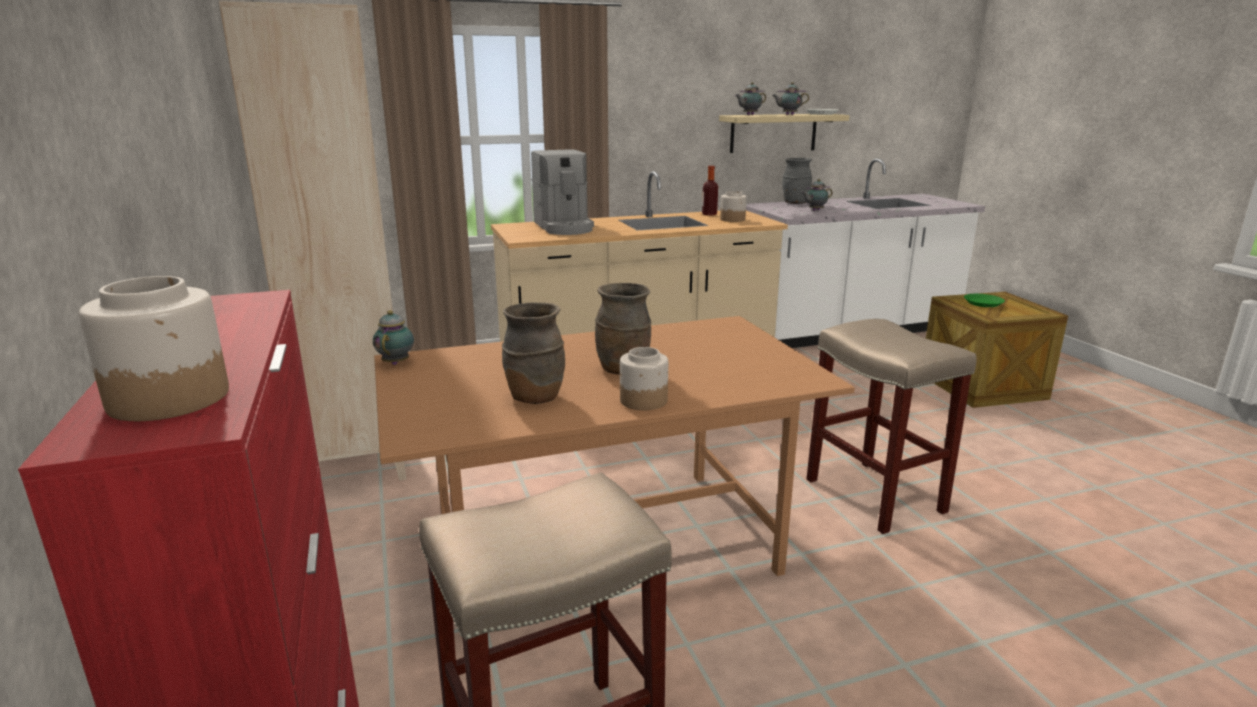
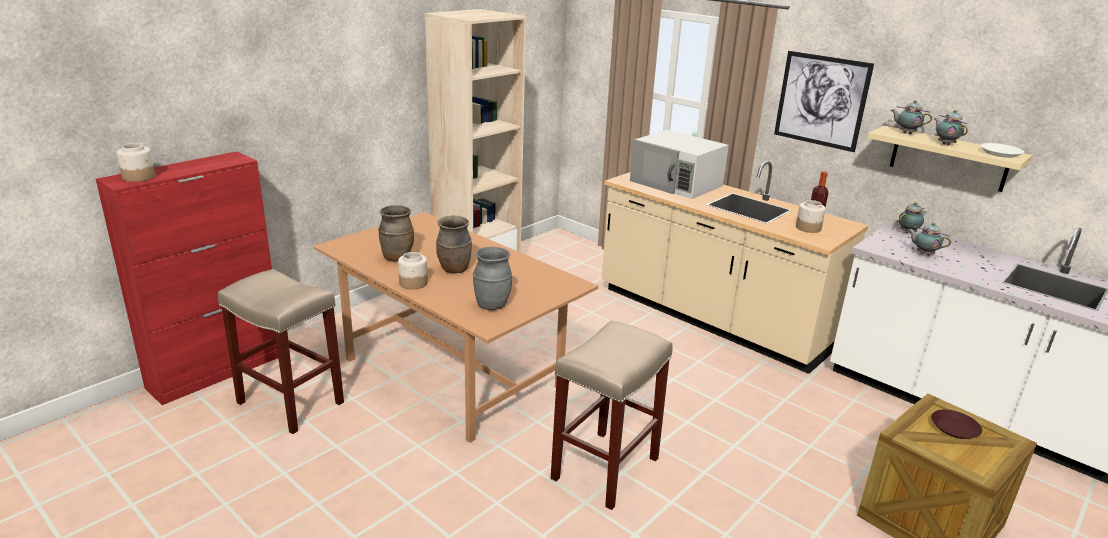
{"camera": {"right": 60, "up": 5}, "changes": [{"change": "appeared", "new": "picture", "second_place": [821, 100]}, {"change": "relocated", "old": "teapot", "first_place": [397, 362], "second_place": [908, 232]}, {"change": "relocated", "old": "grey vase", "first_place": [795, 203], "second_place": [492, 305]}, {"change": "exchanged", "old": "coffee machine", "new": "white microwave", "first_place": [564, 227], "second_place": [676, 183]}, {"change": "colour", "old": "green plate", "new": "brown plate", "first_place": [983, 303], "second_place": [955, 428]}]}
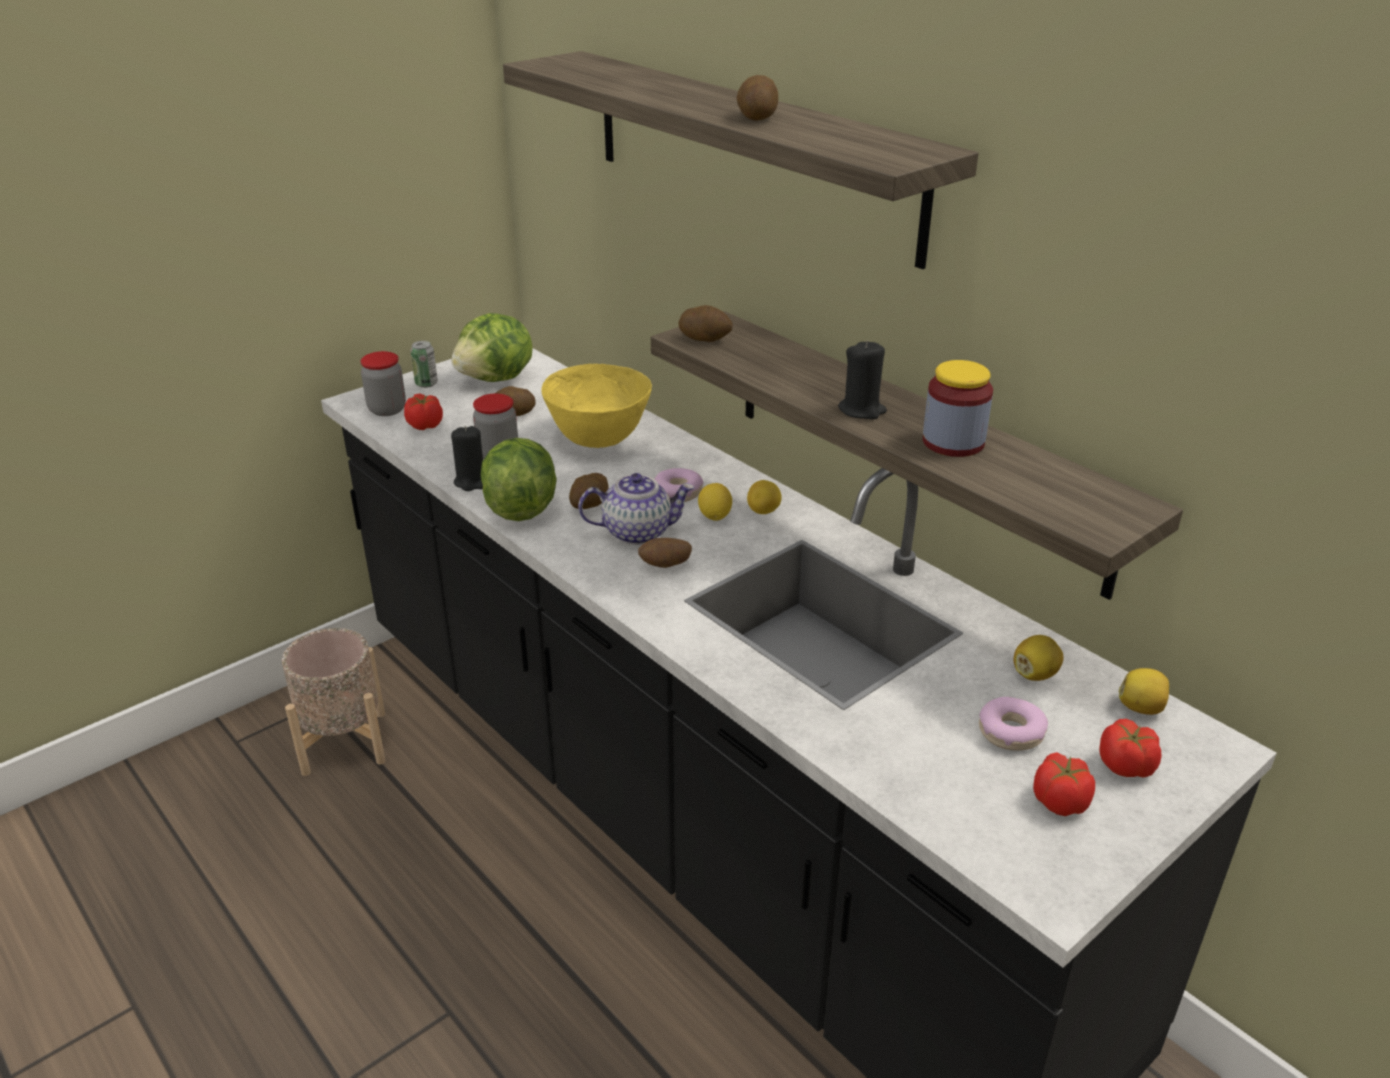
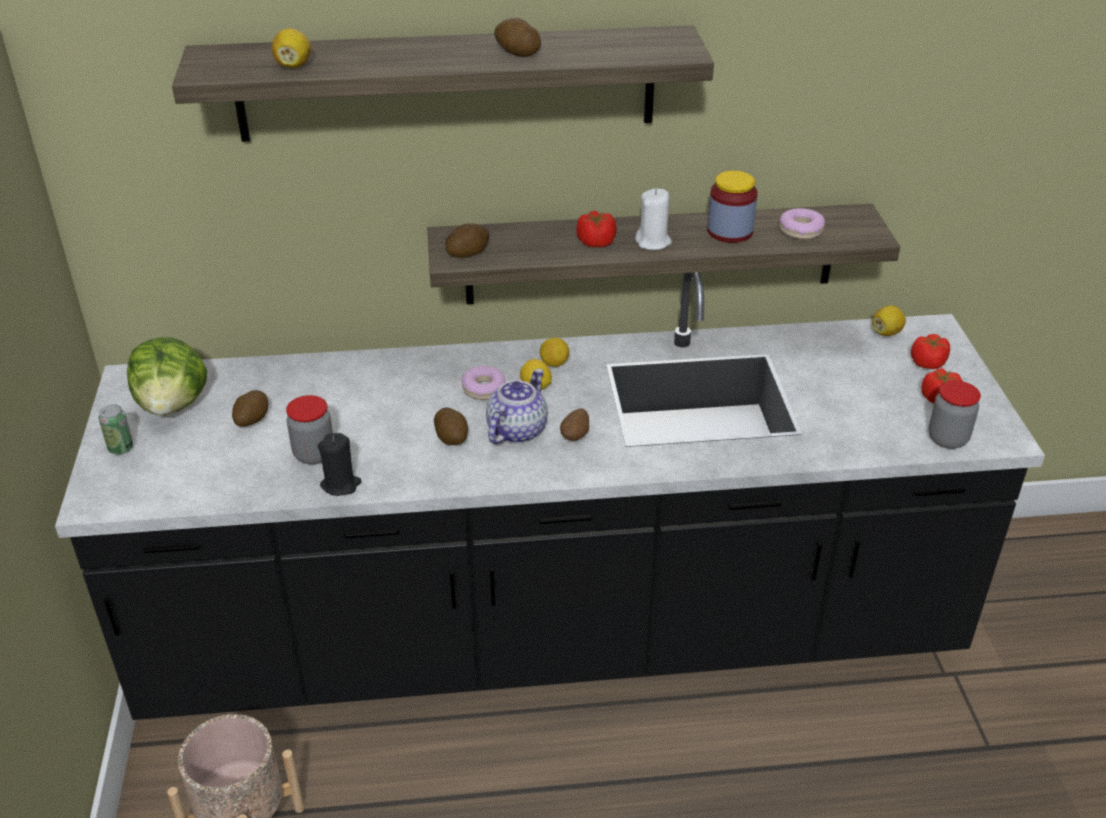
{"camera": {"right": -55, "up": 5}, "changes": [{"change": "missing", "old": "lettuce", "first_place": [521, 505]}, {"change": "missing", "old": "yellow bowl", "first_place": [598, 440]}, {"change": "relocated", "old": "jar", "first_place": [387, 409], "second_place": [947, 439]}, {"change": "relocated", "old": "tomato", "first_place": [425, 425], "second_place": [595, 242]}, {"change": "relocated", "old": "donut", "first_place": [1011, 732], "second_place": [801, 230]}, {"change": "relocated", "old": "lemon", "first_place": [1035, 674], "second_place": [293, 66]}, {"change": "colour", "old": "black candle", "new": "white candle", "first_place": [862, 410], "second_place": [653, 242]}]}
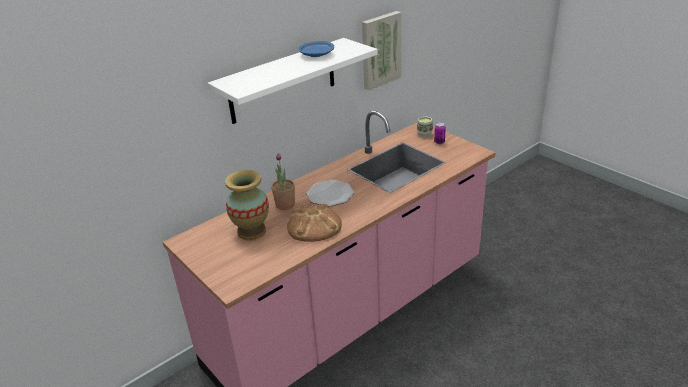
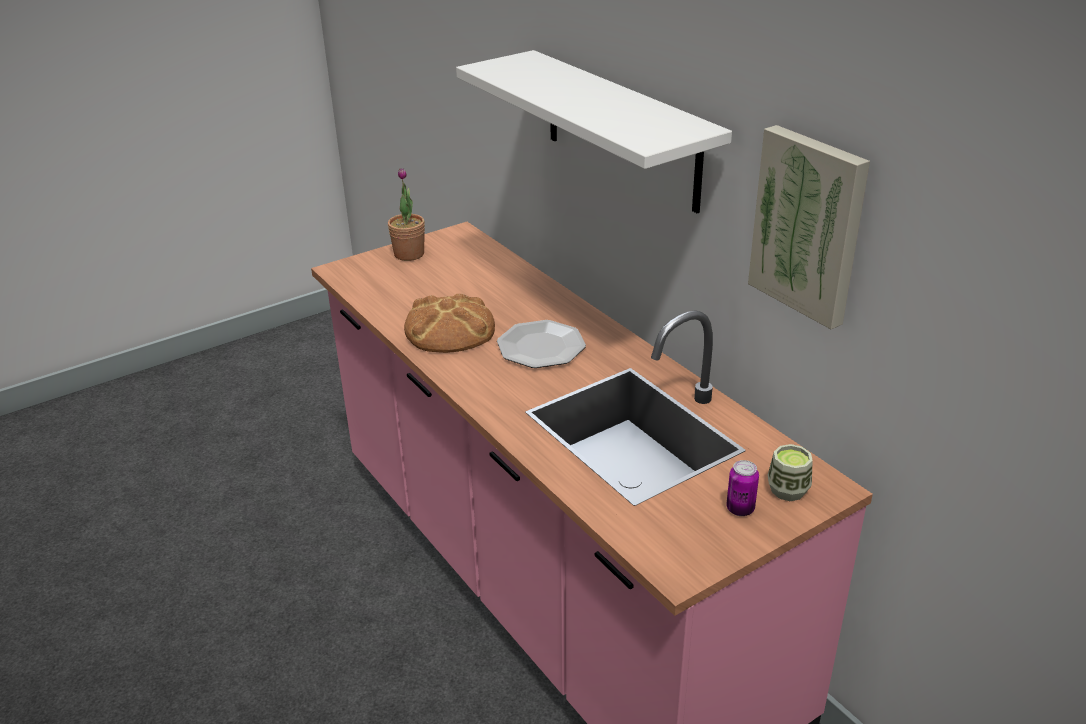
{"camera": {"right": 95, "up": 0}, "changes": [{"change": "missing", "old": "vase", "first_place": [252, 231]}, {"change": "missing", "old": "blue plate", "first_place": [317, 54]}, {"change": "relocated", "old": "potted plant", "first_place": [285, 204], "second_place": [409, 254]}]}
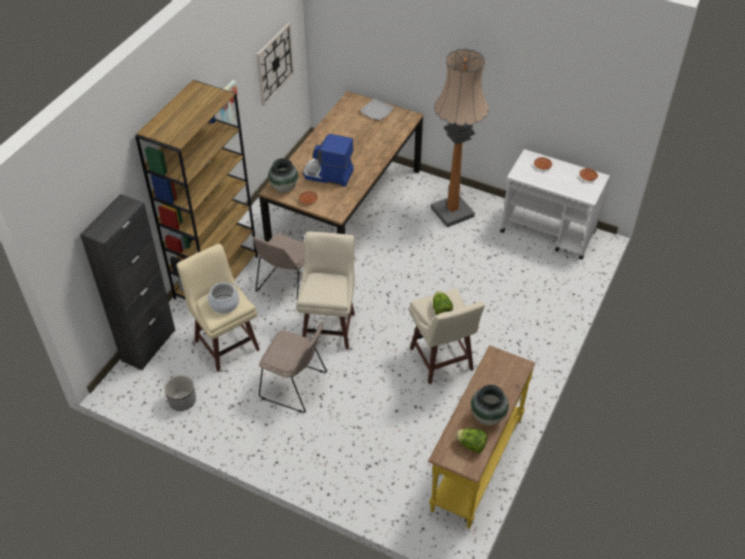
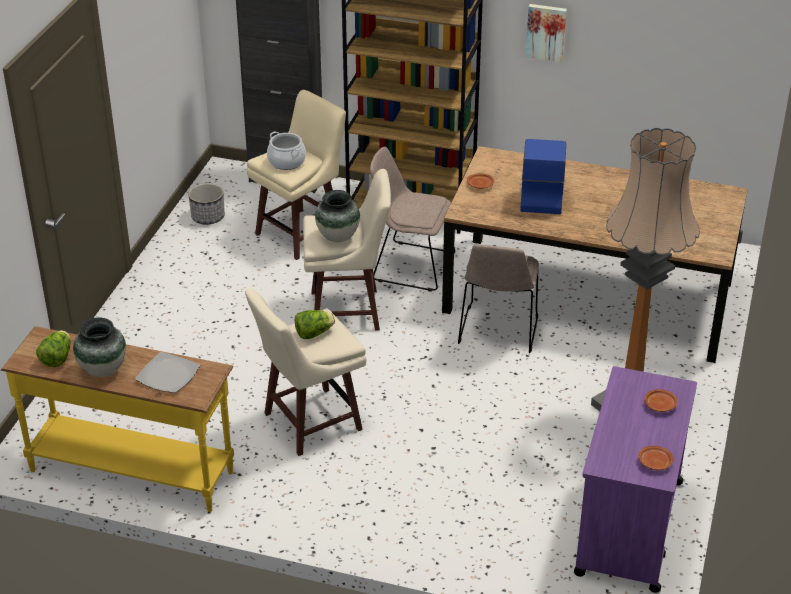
{"camera": {"right": 80, "up": -10}, "changes": [{"change": "missing", "old": "wall clock", "first_place": [274, 64]}, {"change": "relocated", "old": "beige chair", "first_place": [295, 386], "second_place": [498, 331]}, {"change": "relocated", "old": "vase", "first_place": [284, 188], "second_place": [337, 237]}, {"change": "relocated", "old": "plate", "first_place": [376, 111], "second_place": [168, 375]}, {"change": "colour", "old": "white cart", "new": "purple cart", "first_place": [548, 232], "second_place": [628, 528]}]}
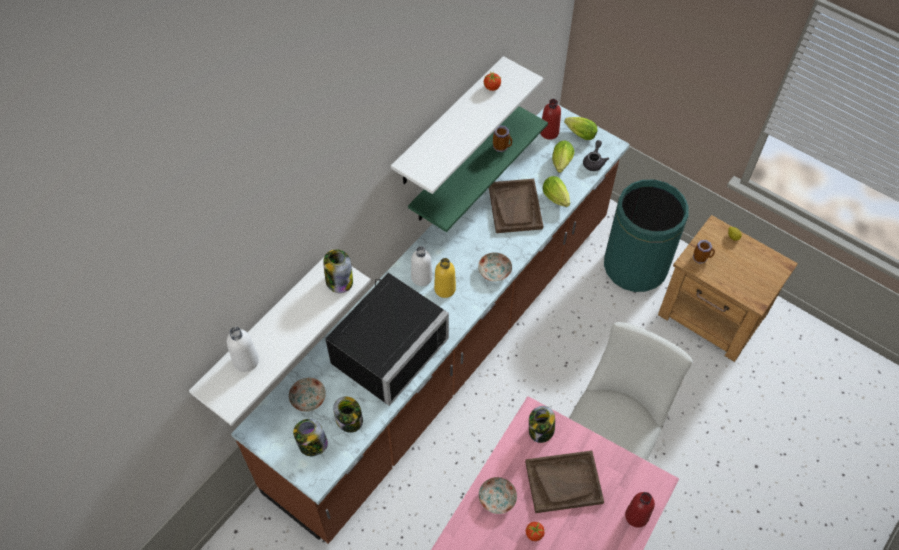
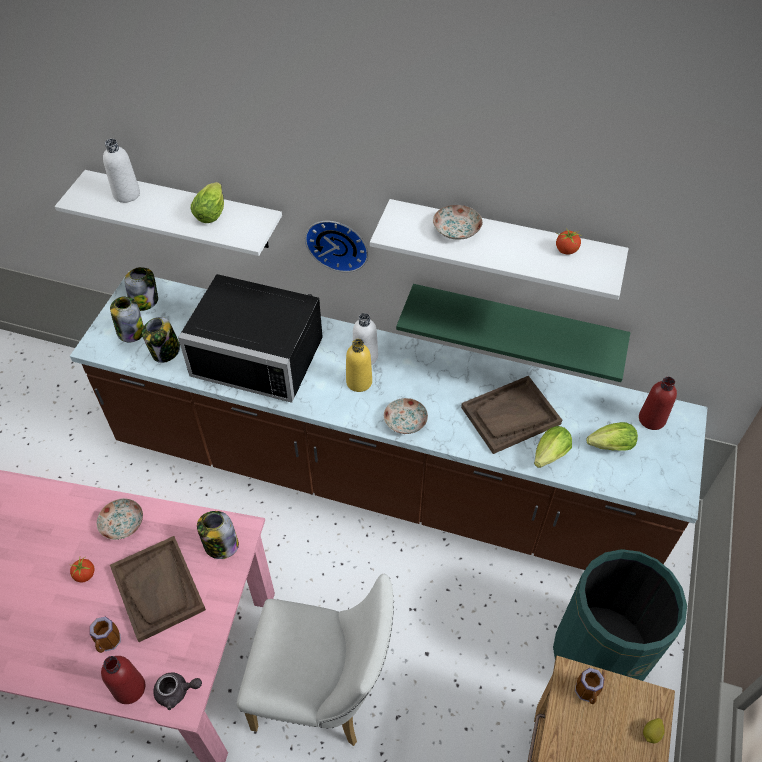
{"camera": {"right": 70, "up": -5}, "changes": [{"change": "appeared", "new": "wall clock", "second_place": [338, 243]}, {"change": "relocated", "old": "plate", "first_place": [308, 398], "second_place": [456, 230]}, {"change": "relocated", "old": "jar", "first_place": [339, 281], "second_place": [144, 301]}, {"change": "relocated", "old": "mug", "first_place": [502, 146], "second_place": [110, 643]}, {"change": "relocated", "old": "lettuce", "first_place": [578, 134], "second_place": [212, 212]}, {"change": "relocated", "old": "grey teapot", "first_place": [594, 162], "second_place": [177, 692]}]}
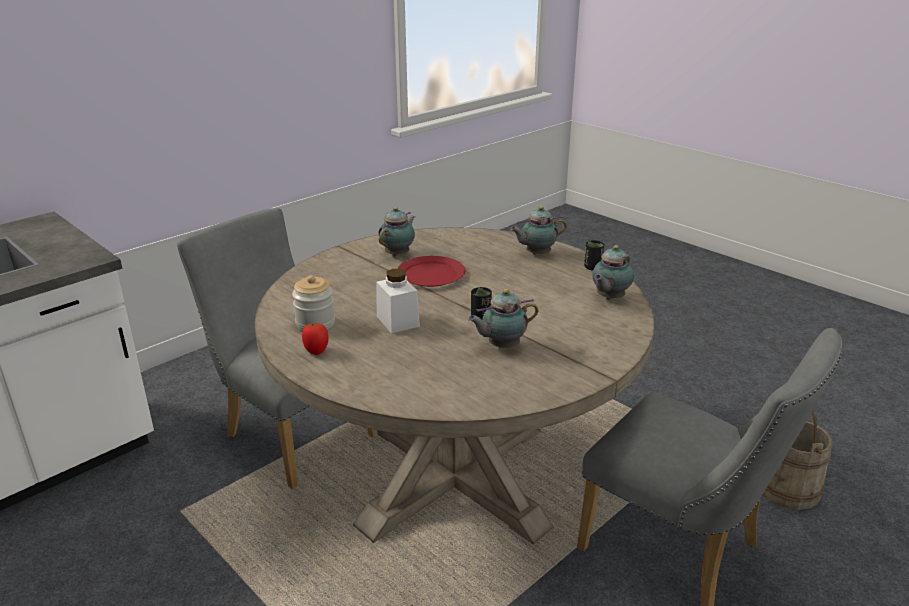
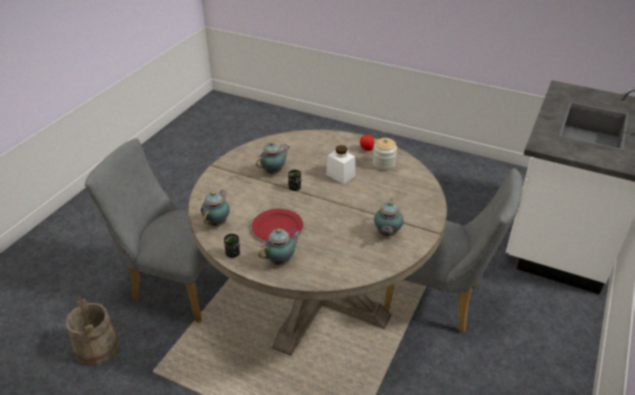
{"camera": {"right": 160, "up": 10}, "changes": [{"change": "relocated", "old": "red plate", "first_place": [431, 275], "second_place": [277, 227]}]}
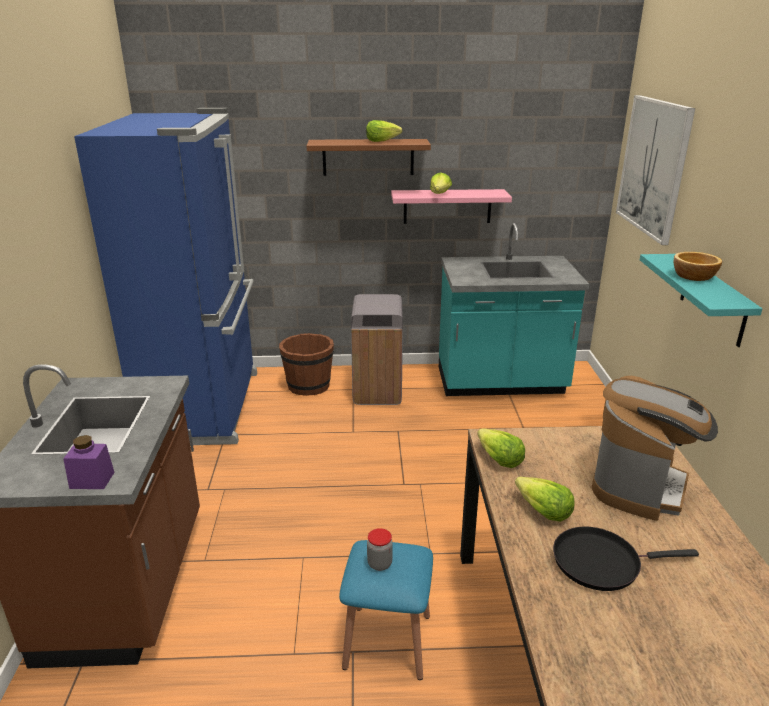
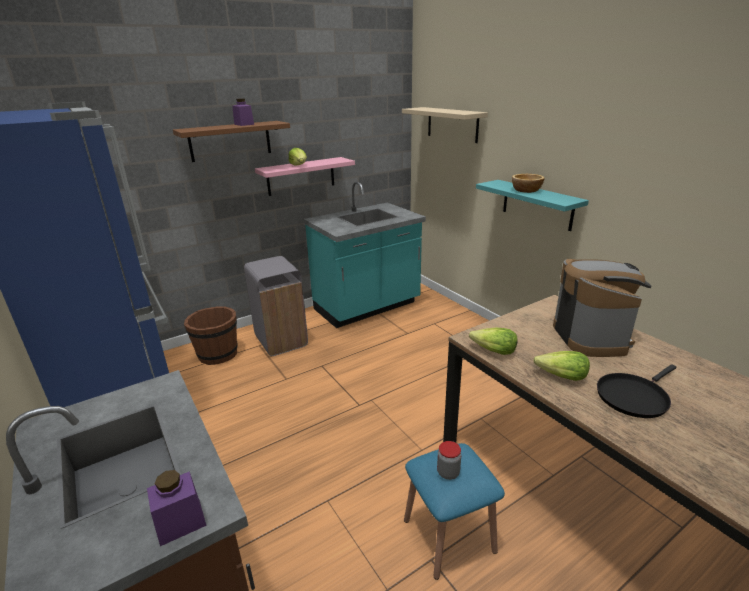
{"camera": {"right": -30, "up": 0}, "changes": [{"change": "exchanged", "old": "lettuce", "new": "purple jar", "first_place": [382, 141], "second_place": [244, 124]}, {"change": "exchanged", "old": "picture", "new": "beige shelf", "first_place": [653, 167], "second_place": [452, 124]}]}
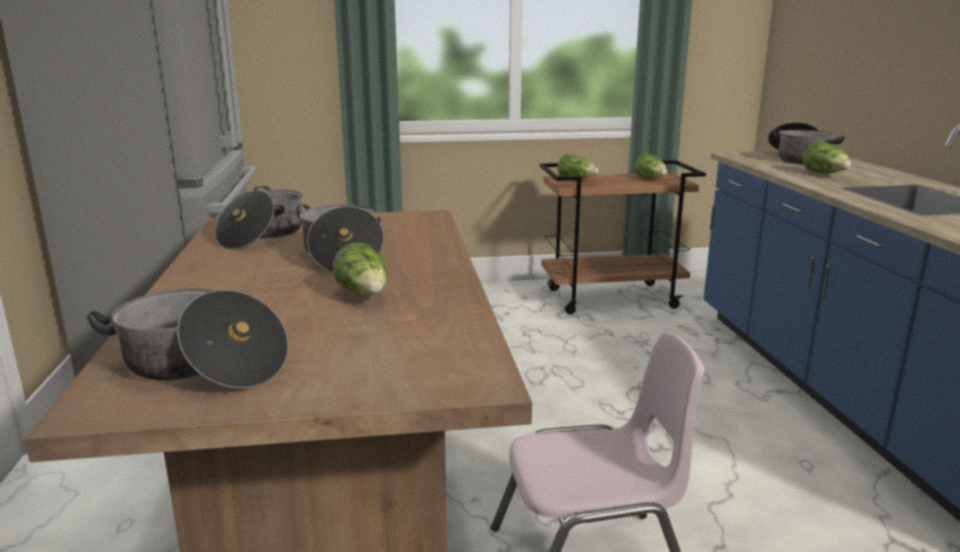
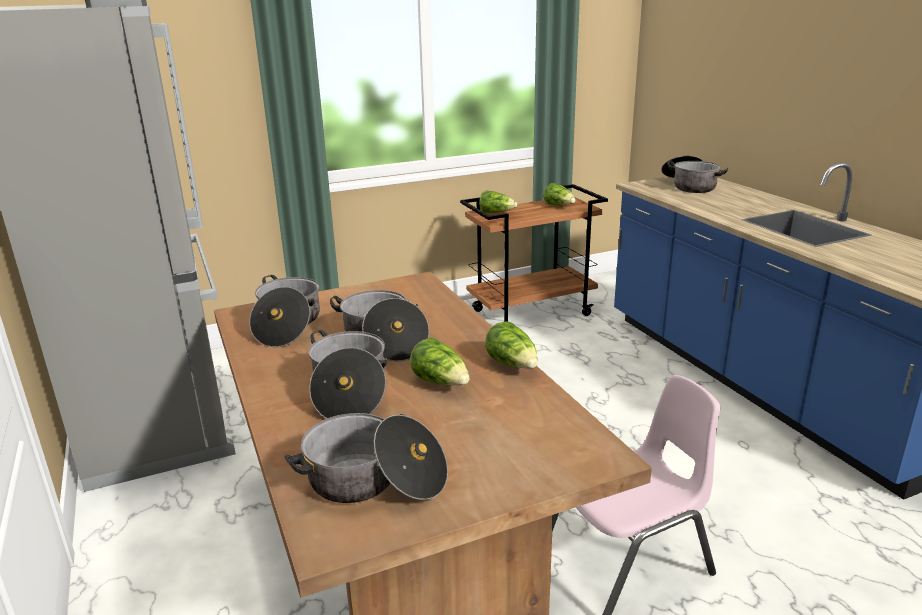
{"camera": {"right": -15, "up": 5}, "changes": [{"change": "appeared", "new": "cooking pot", "second_place": [349, 391]}, {"change": "relocated", "old": "lettuce", "first_place": [825, 174], "second_place": [513, 364]}]}
